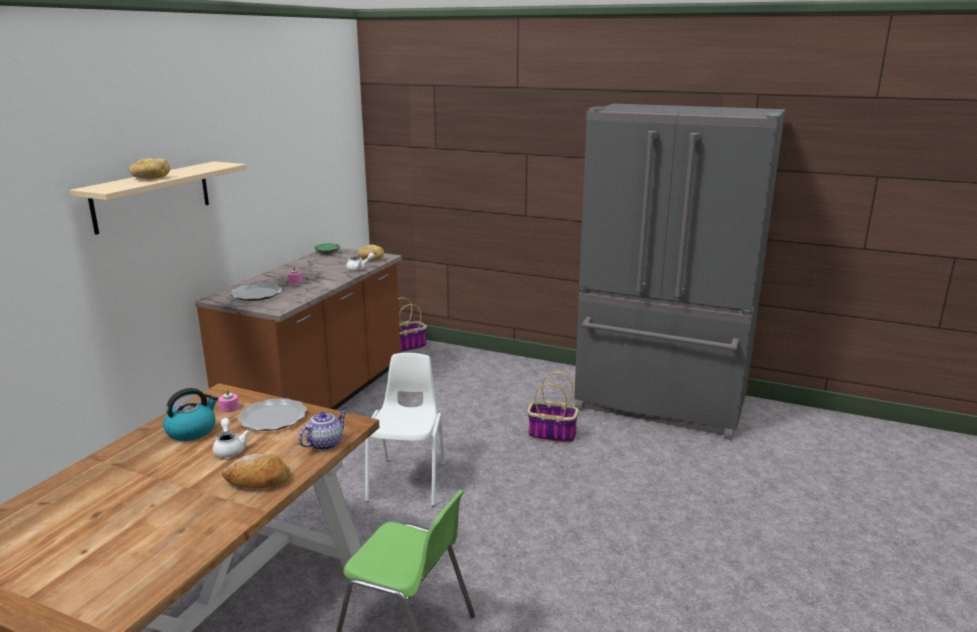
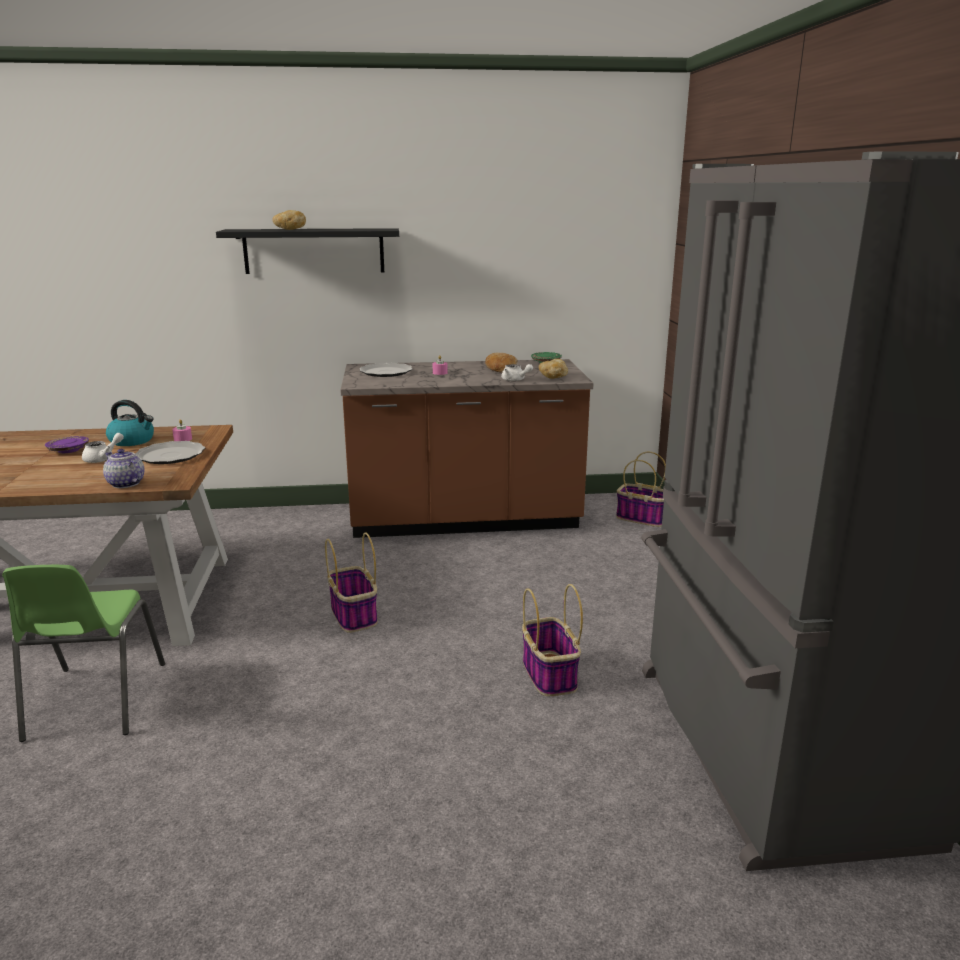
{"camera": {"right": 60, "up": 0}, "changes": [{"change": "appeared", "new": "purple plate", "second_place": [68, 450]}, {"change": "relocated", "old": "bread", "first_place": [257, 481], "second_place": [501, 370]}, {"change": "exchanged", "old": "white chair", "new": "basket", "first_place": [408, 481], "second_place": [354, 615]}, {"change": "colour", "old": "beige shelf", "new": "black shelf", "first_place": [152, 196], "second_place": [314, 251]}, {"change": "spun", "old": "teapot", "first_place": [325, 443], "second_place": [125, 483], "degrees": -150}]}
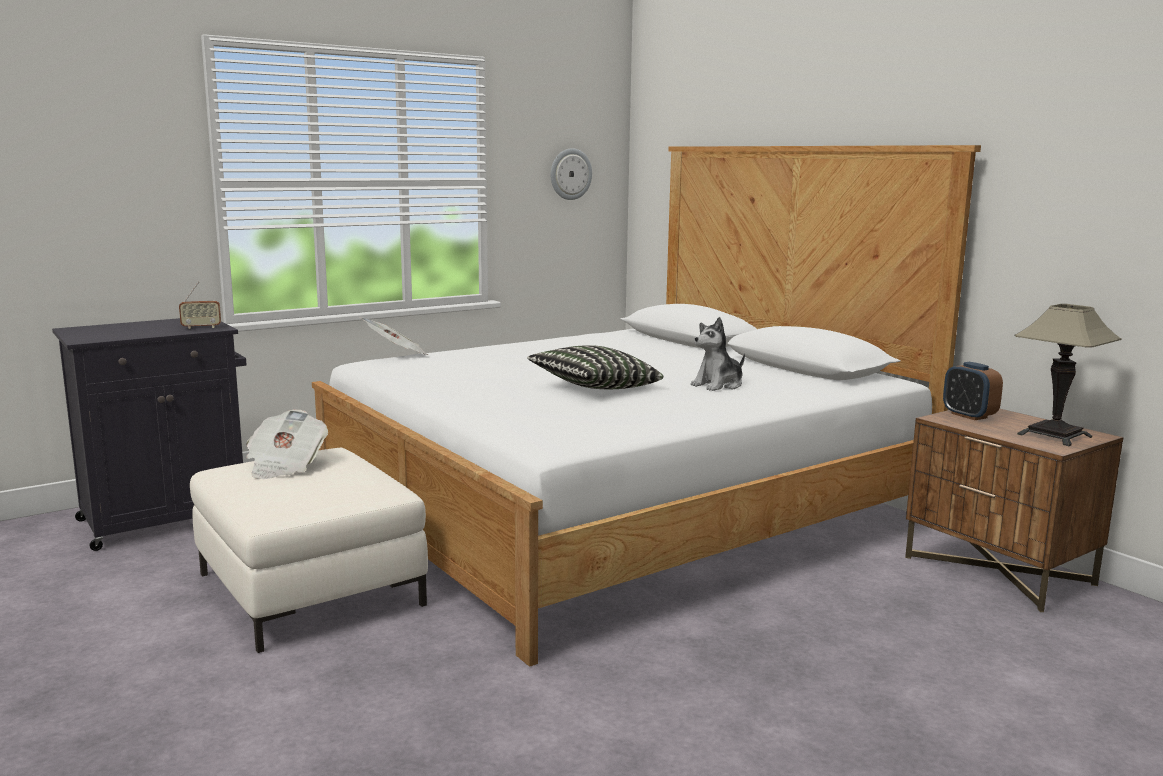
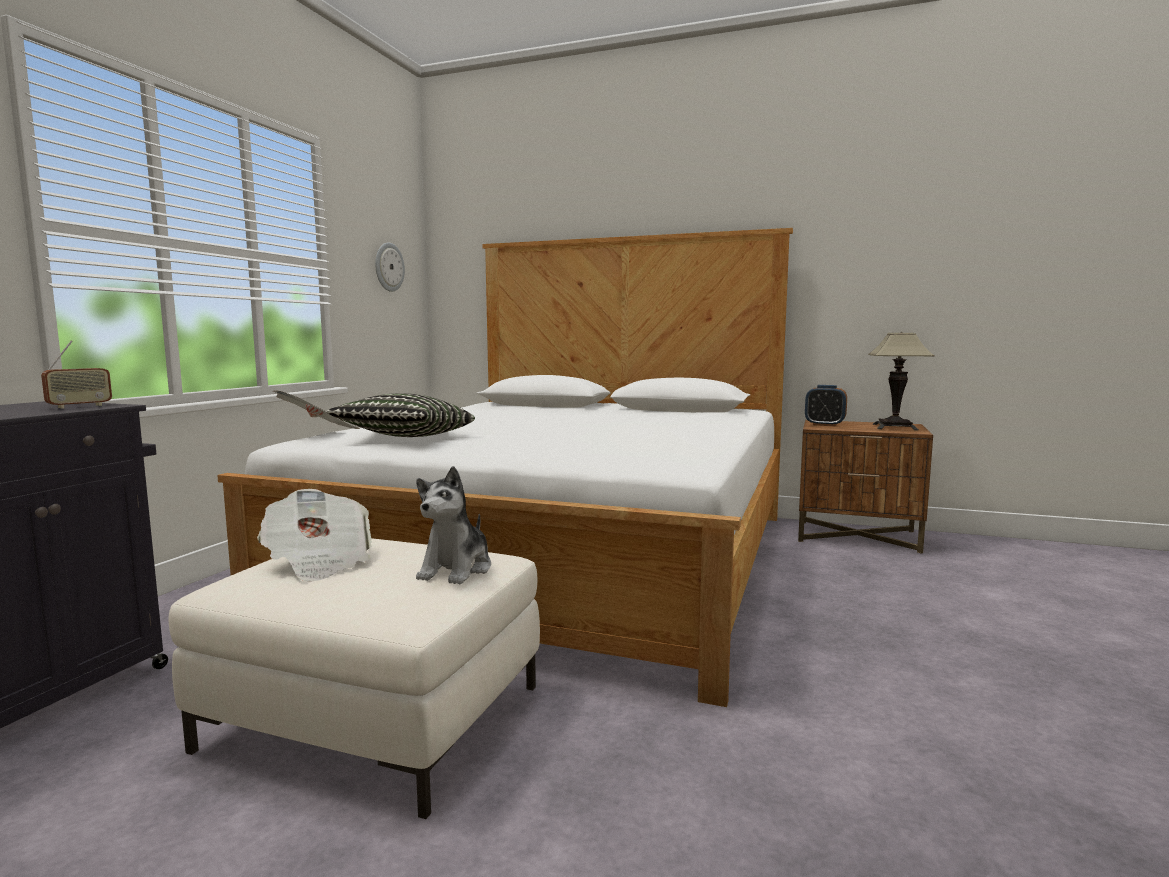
{"camera": {"right": -35, "up": -5}, "changes": [{"change": "relocated", "old": "pillow", "first_place": [594, 388], "second_place": [405, 438]}, {"change": "relocated", "old": "plush toy", "first_place": [718, 385], "second_place": [456, 570]}]}
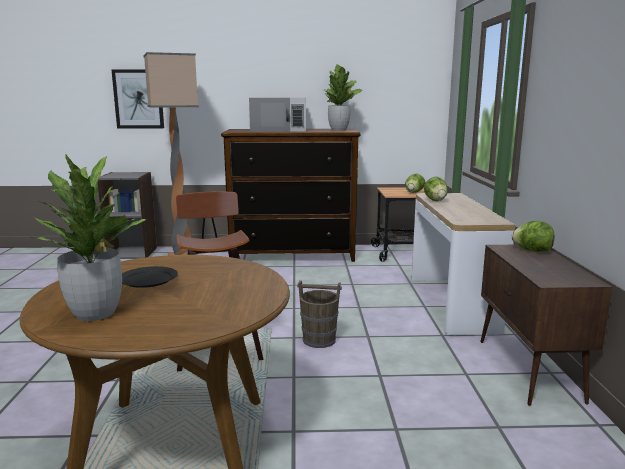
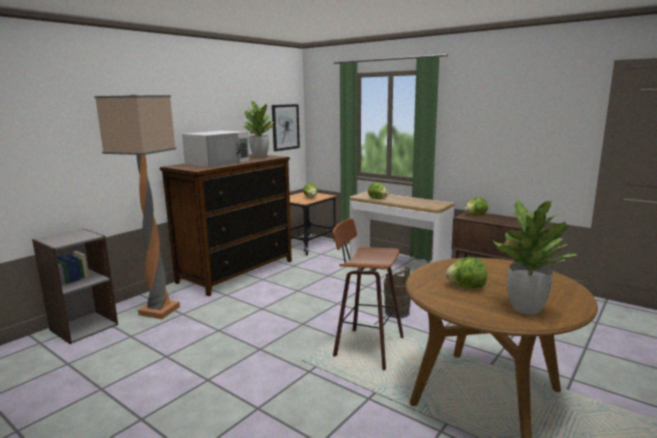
{"camera": {"right": -50, "up": 0}, "changes": [{"change": "relocated", "old": "picture", "first_place": [138, 99], "second_place": [285, 127]}, {"change": "exchanged", "old": "black plate", "new": "lettuce", "first_place": [148, 279], "second_place": [466, 287]}]}
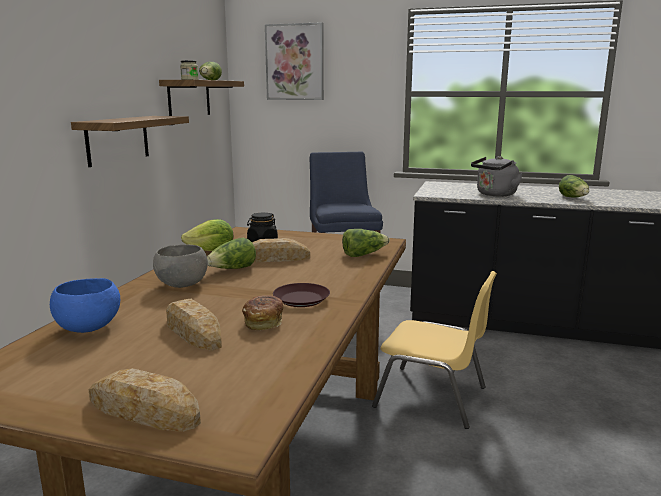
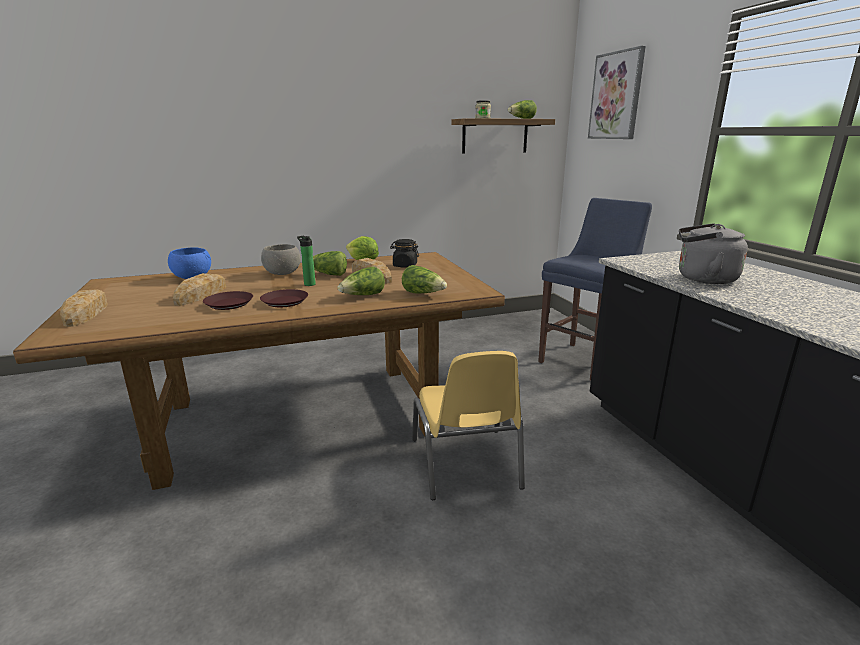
{"camera": {"right": 55, "up": 5}, "changes": [{"change": "missing", "old": "shelf", "first_place": [118, 140]}, {"change": "appeared", "new": "bottle", "second_place": [308, 284]}, {"change": "relocated", "old": "lettuce", "first_place": [574, 198], "second_place": [363, 296]}, {"change": "exchanged", "old": "bread", "new": "brown plate", "first_place": [264, 322], "second_place": [229, 304]}]}
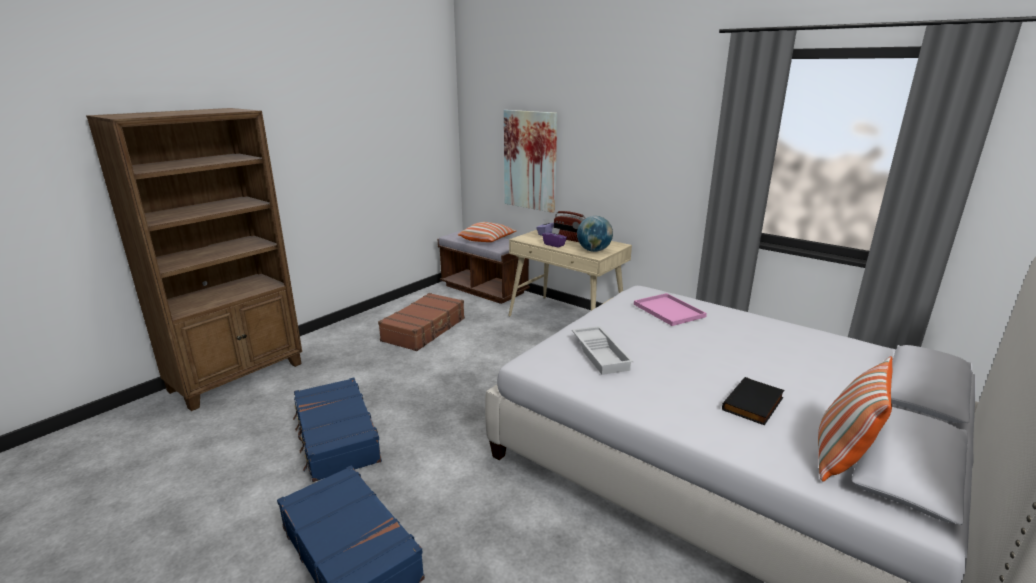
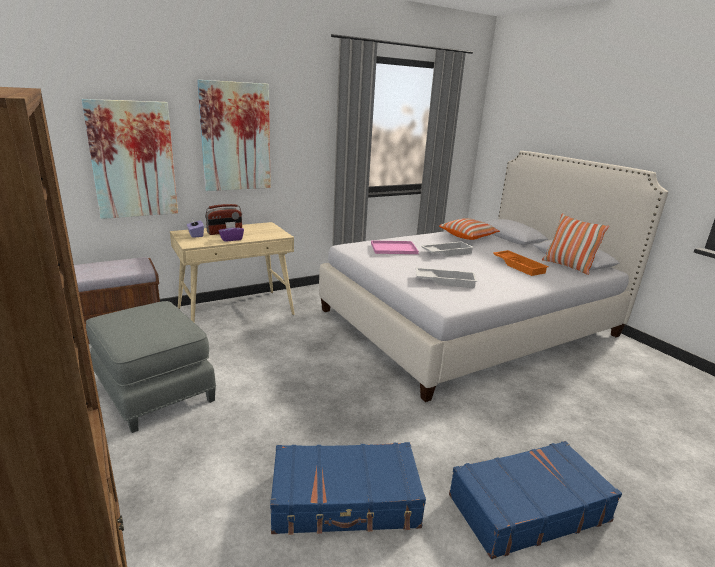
{"camera": {"right": -70, "up": 0}, "changes": [{"change": "missing", "old": "globe", "first_place": [594, 250]}, {"change": "appeared", "new": "picture", "second_place": [236, 137]}, {"change": "appeared", "new": "white tray", "second_place": [446, 252]}, {"change": "relocated", "old": "pillow", "first_place": [487, 240], "second_place": [468, 236]}, {"change": "exchanged", "old": "brown suitcase", "new": "grey ottoman", "first_place": [425, 330], "second_place": [153, 391]}, {"change": "exchanged", "old": "black book", "new": "orange tray", "first_place": [754, 404], "second_place": [519, 266]}]}
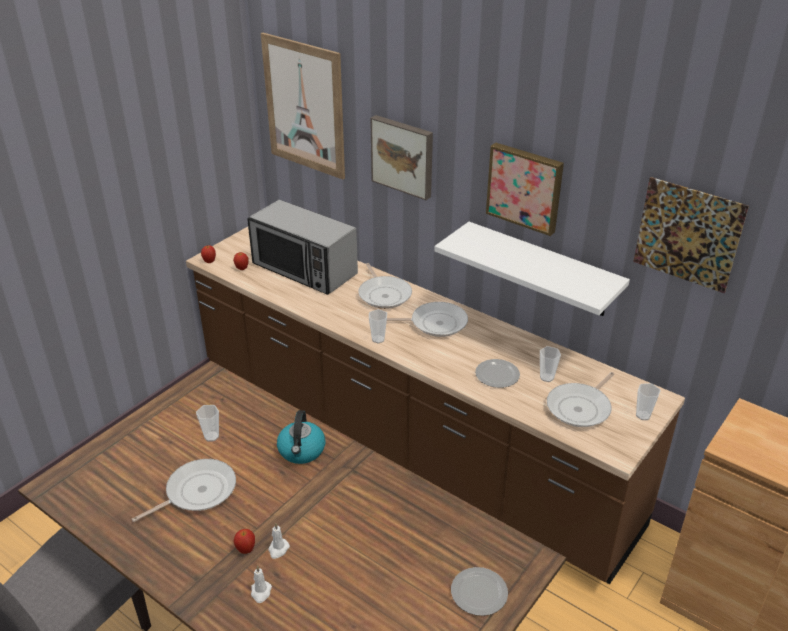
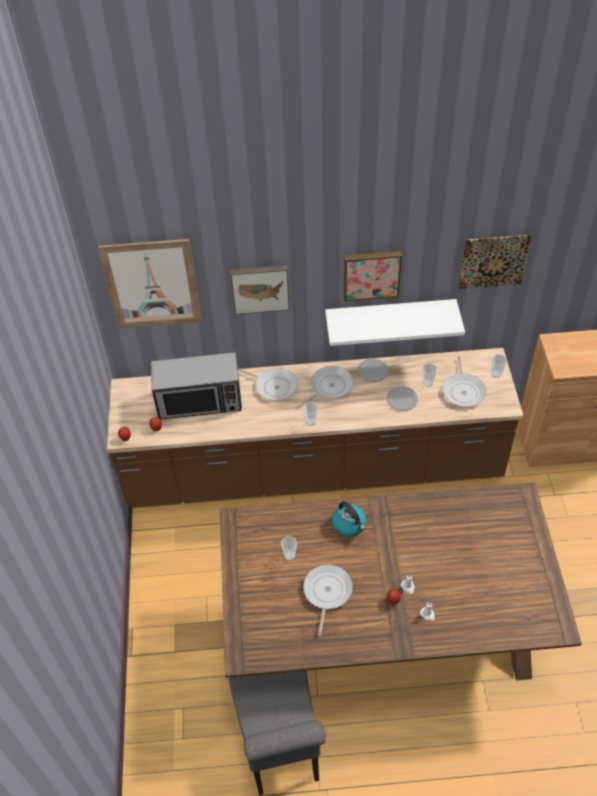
{"camera": {"right": -40, "up": 15}, "changes": [{"change": "relocated", "old": "plate", "first_place": [478, 593], "second_place": [372, 371]}]}
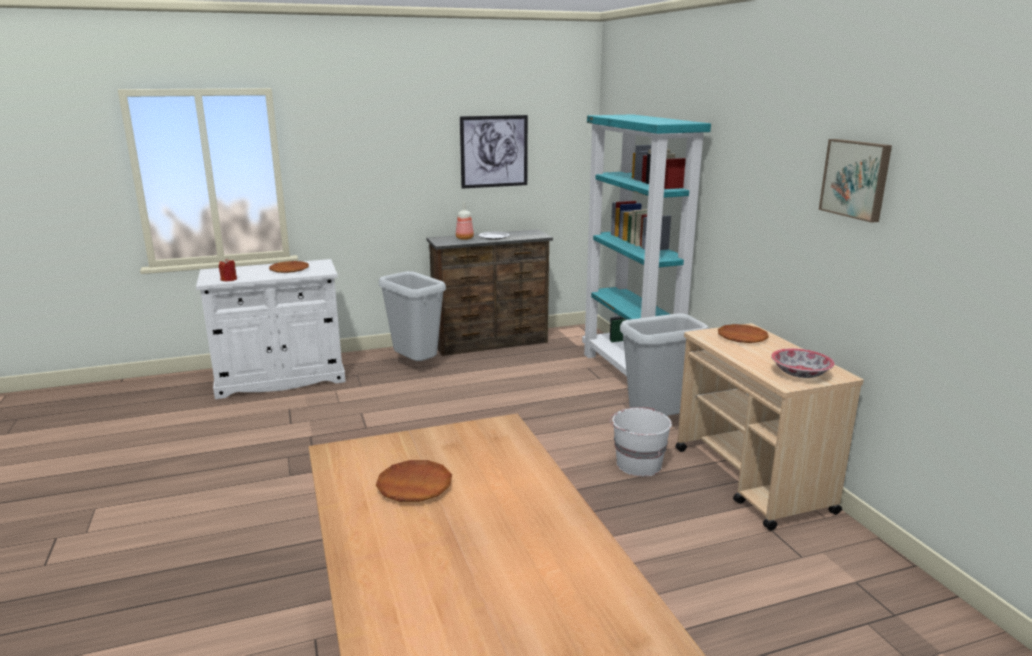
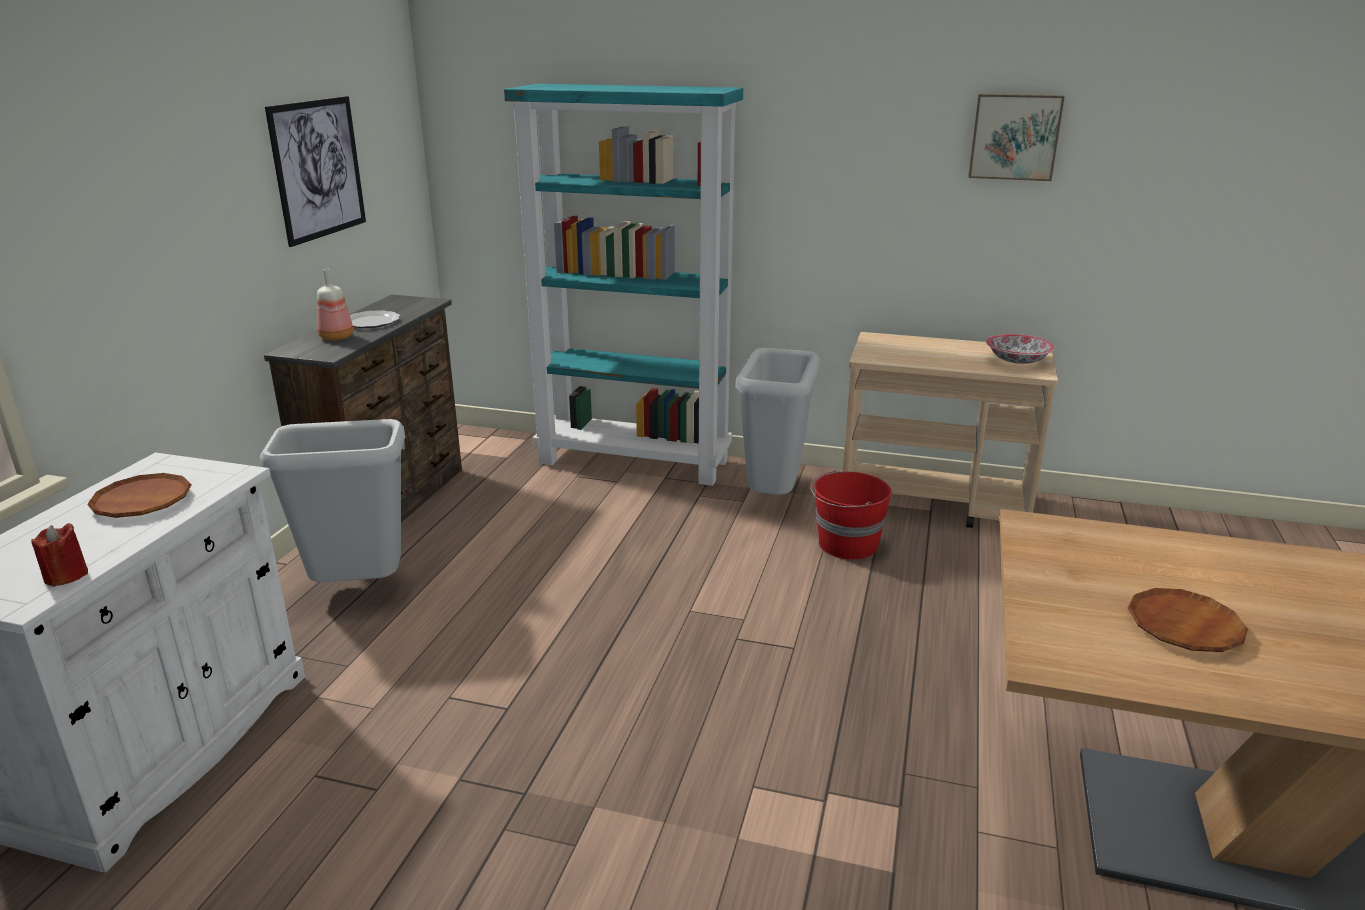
{"camera": {"right": -55, "up": 5}, "changes": [{"change": "missing", "old": "brown plate", "first_place": [742, 337]}, {"change": "colour", "old": "white bucket", "new": "red bucket", "first_place": [637, 464], "second_place": [846, 545]}]}
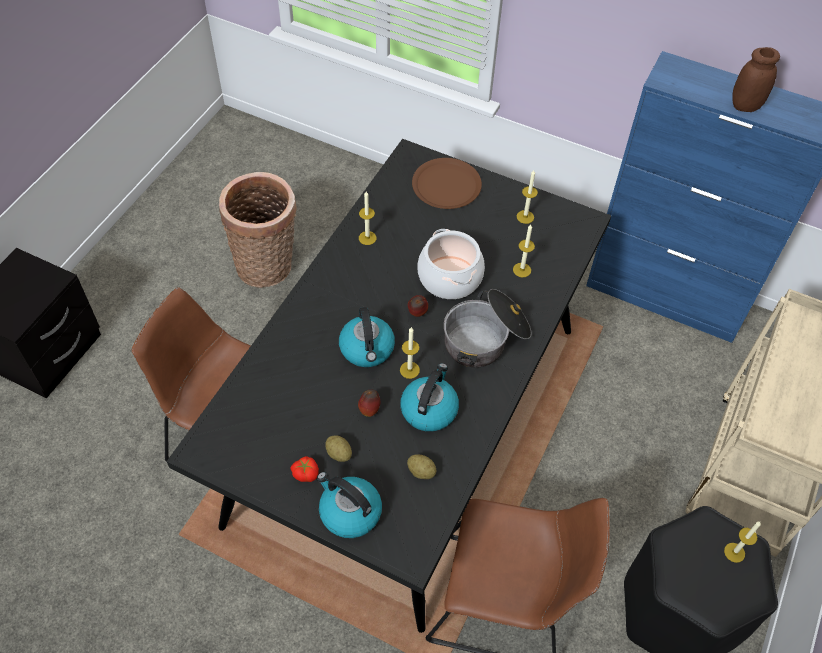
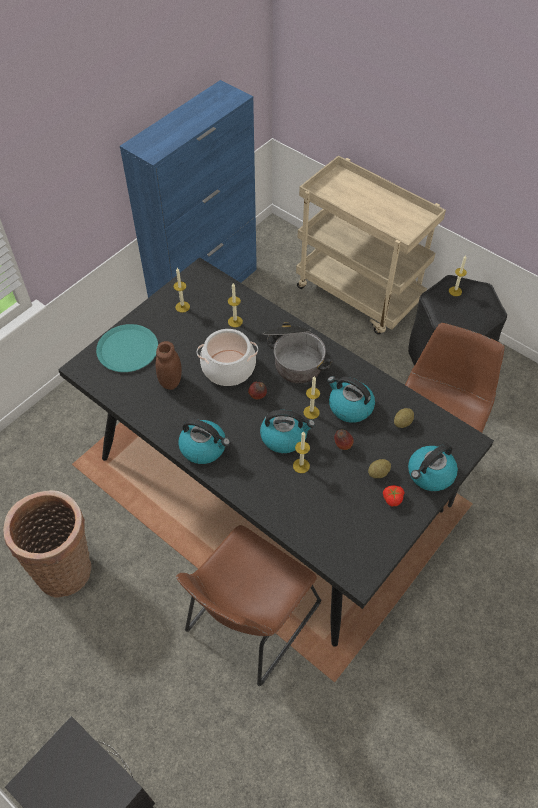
{"camera": {"right": -75, "up": 0}, "changes": [{"change": "appeared", "new": "kettle", "second_place": [204, 447]}, {"change": "relocated", "old": "candle", "first_place": [367, 238], "second_place": [301, 466]}, {"change": "relocated", "old": "brown jar", "first_place": [745, 106], "second_place": [171, 381]}, {"change": "colour", "old": "brown plate", "new": "turquoise plate", "first_place": [446, 185], "second_place": [127, 349]}]}
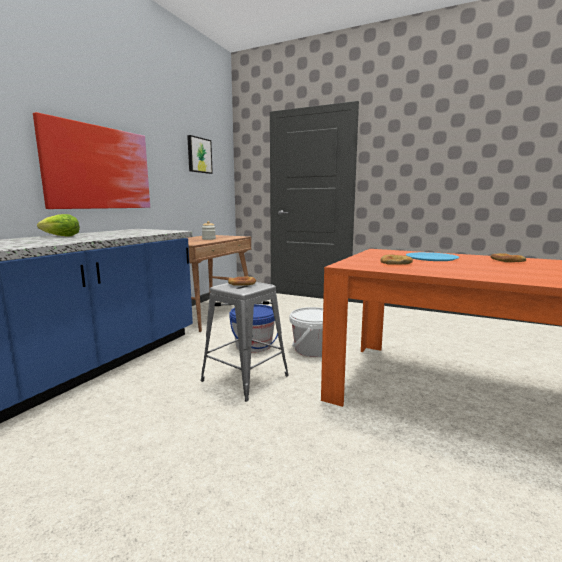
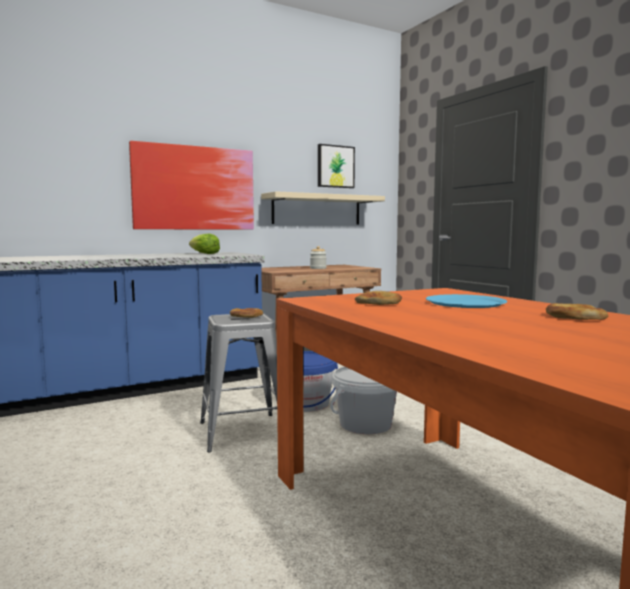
{"camera": {"right": 35, "up": -5}, "changes": [{"change": "appeared", "new": "beige shelf", "second_place": [317, 210]}, {"change": "relocated", "old": "lettuce", "first_place": [61, 236], "second_place": [204, 254]}]}
